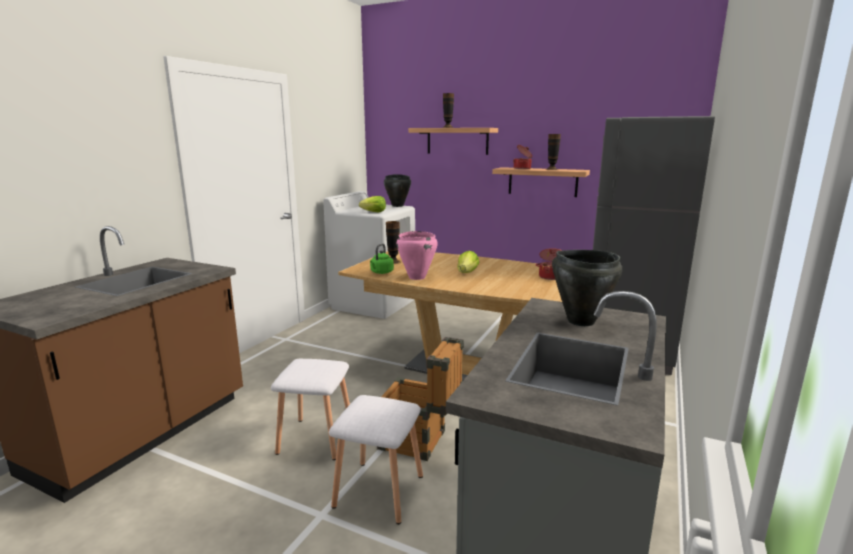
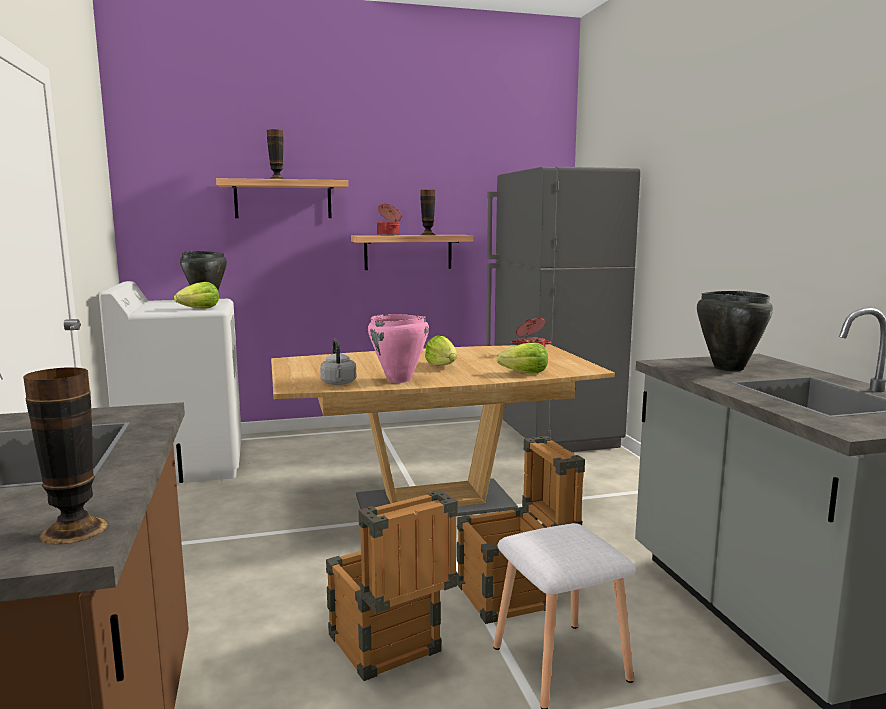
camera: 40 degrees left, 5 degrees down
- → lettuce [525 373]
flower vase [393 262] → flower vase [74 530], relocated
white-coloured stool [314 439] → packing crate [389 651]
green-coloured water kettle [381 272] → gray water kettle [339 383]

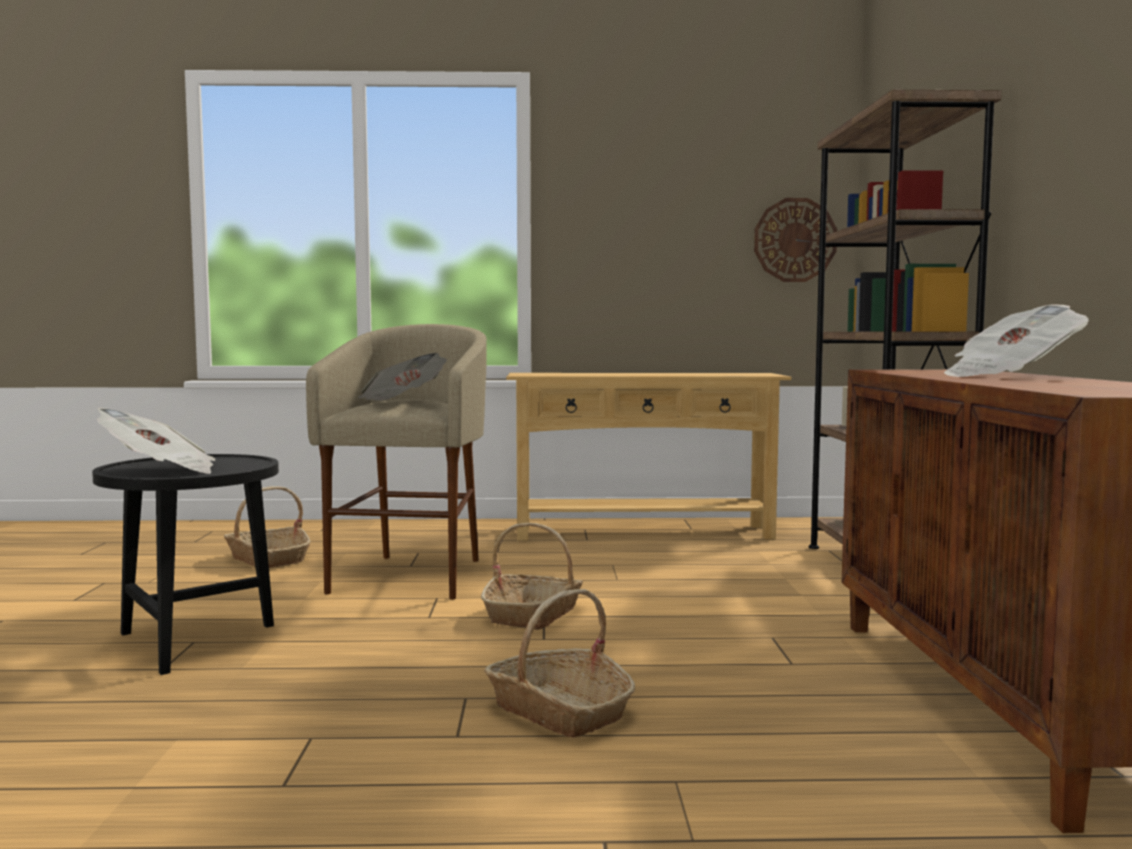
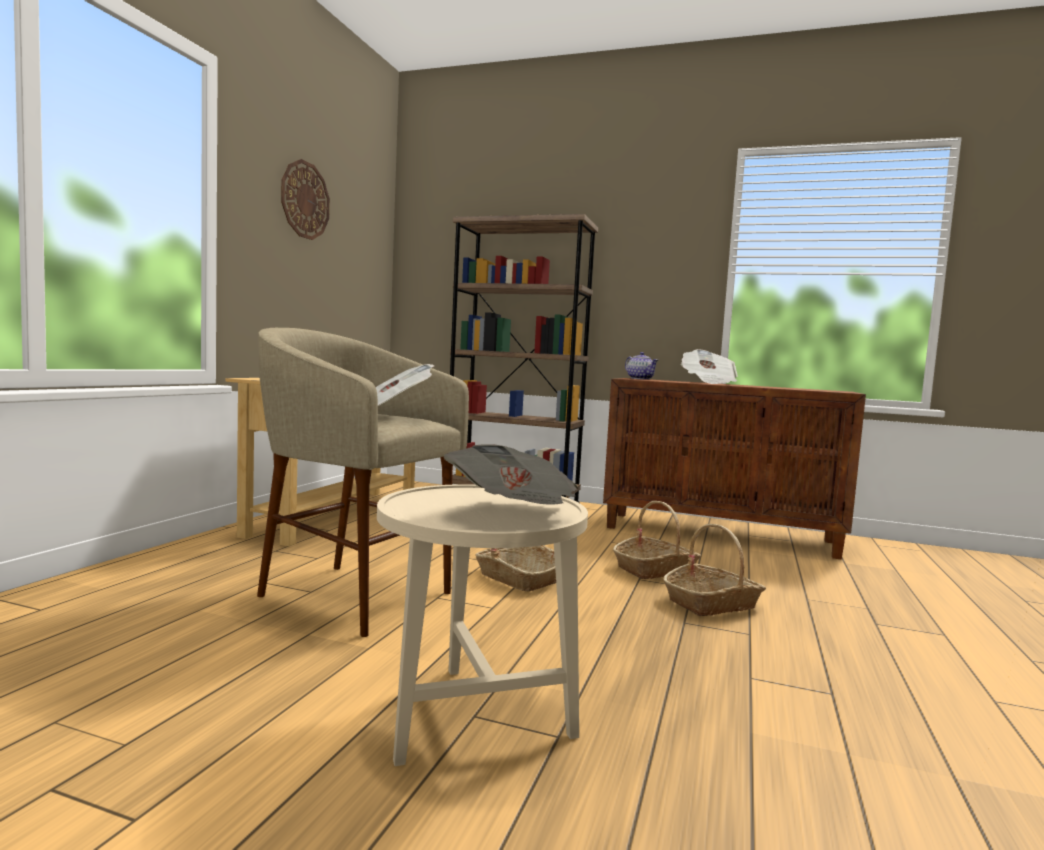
camera: 70 degrees left, 0 degrees up
- → teapot [640 379]
household basket [268 559] → household basket [655 570], relocated
wall clock [795 240] → wall clock [305 200], relocated
black accent table [195 641] → sand-coloured accent table [473 714]

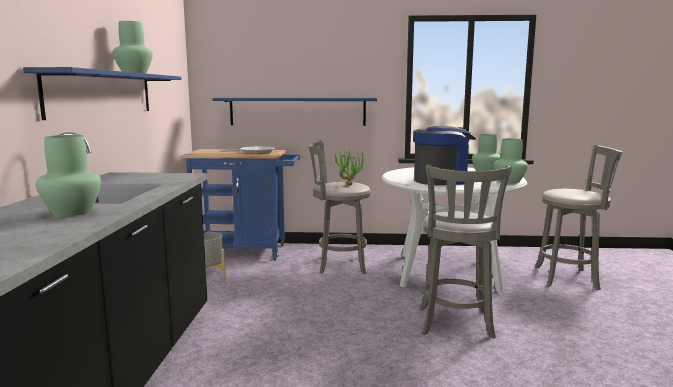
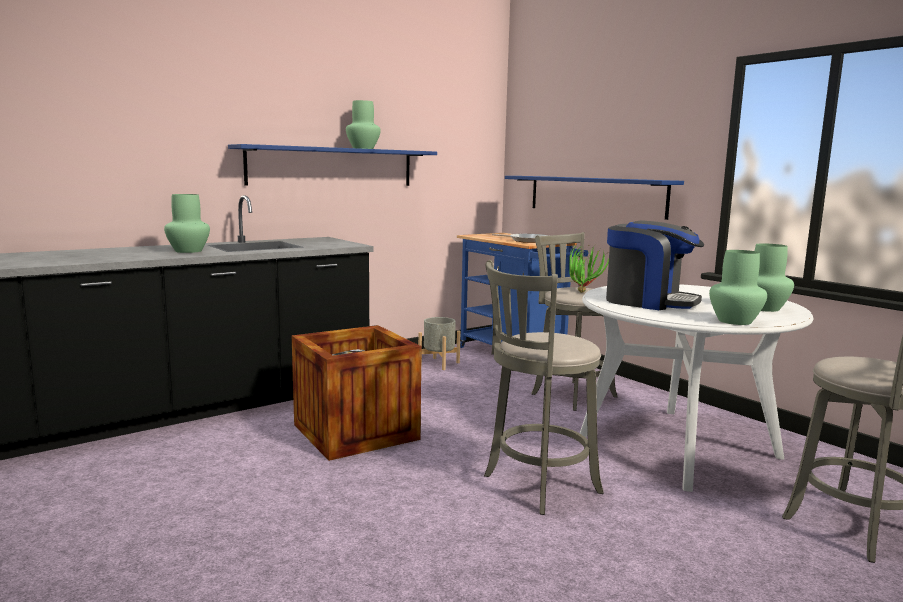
camera: 50 degrees right, 0 degrees up
- → packing crate [355 432]

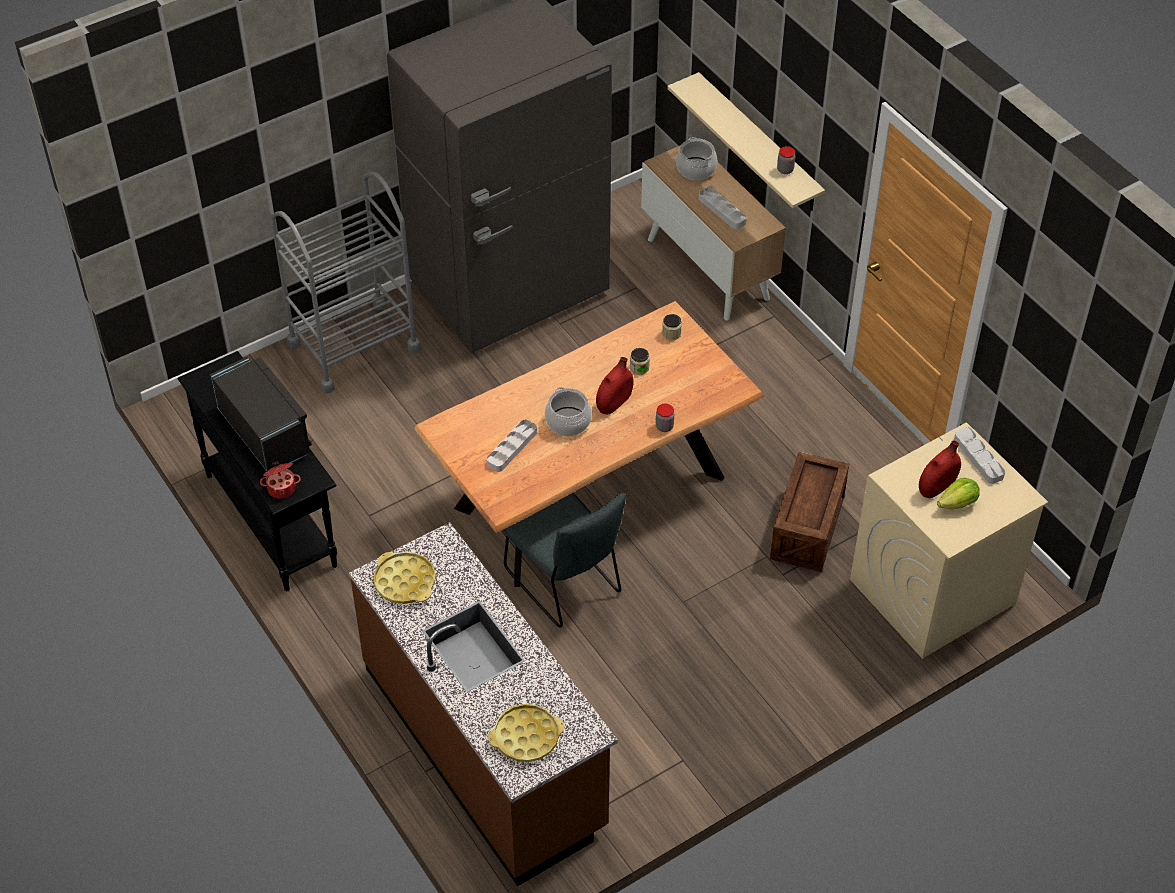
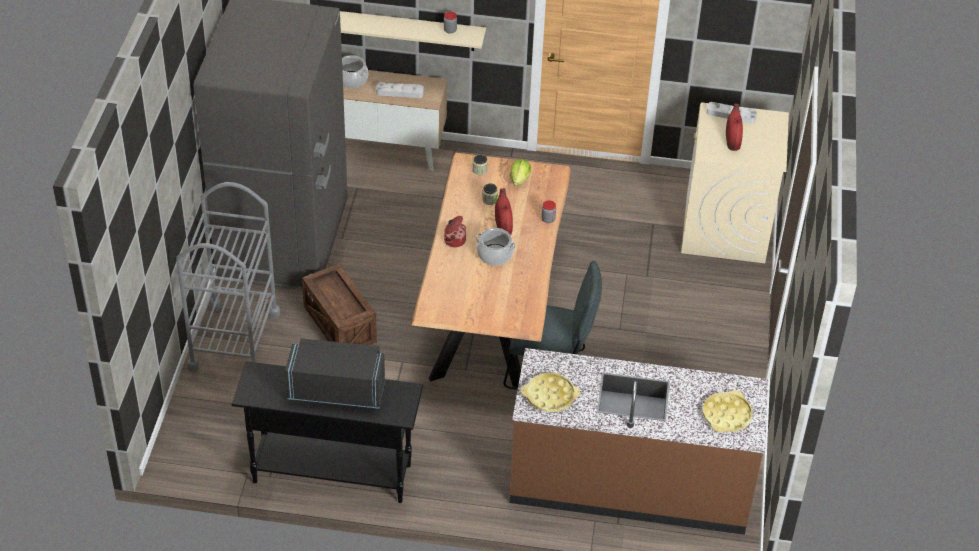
camera: 50 degrees left, 5 degrees down
gray tray [512 448] → -
cooking pot [281 488] → cooking pot [454 240], relocated
packing crate [807 528] → packing crate [340 324], relocated
lettuce [958 504] → lettuce [519 179], relocated

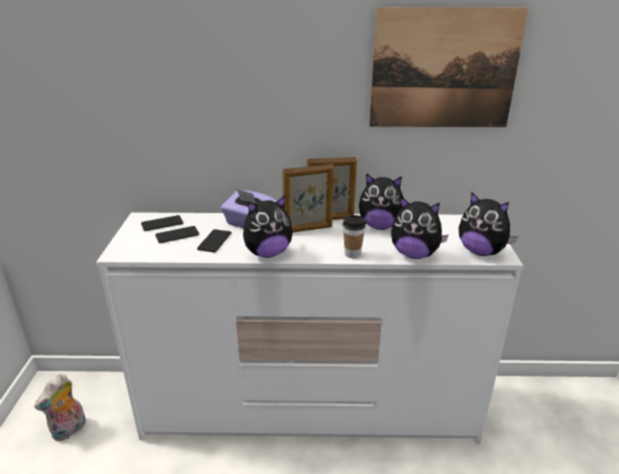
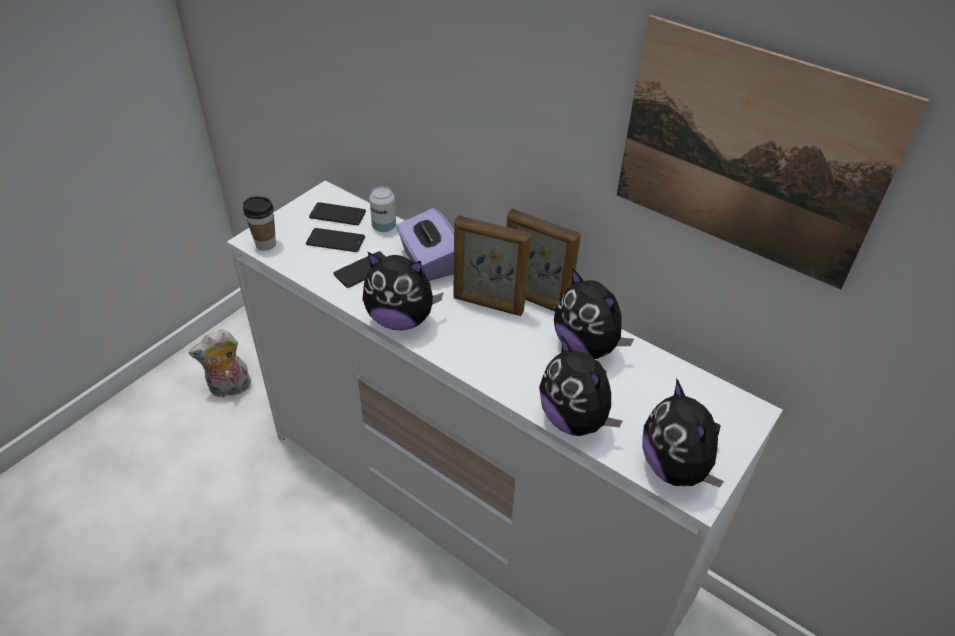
camera: 35 degrees right, 15 degrees up
- → sealed can [384 227]
drinking cup [352 254] → drinking cup [266 244], relocated

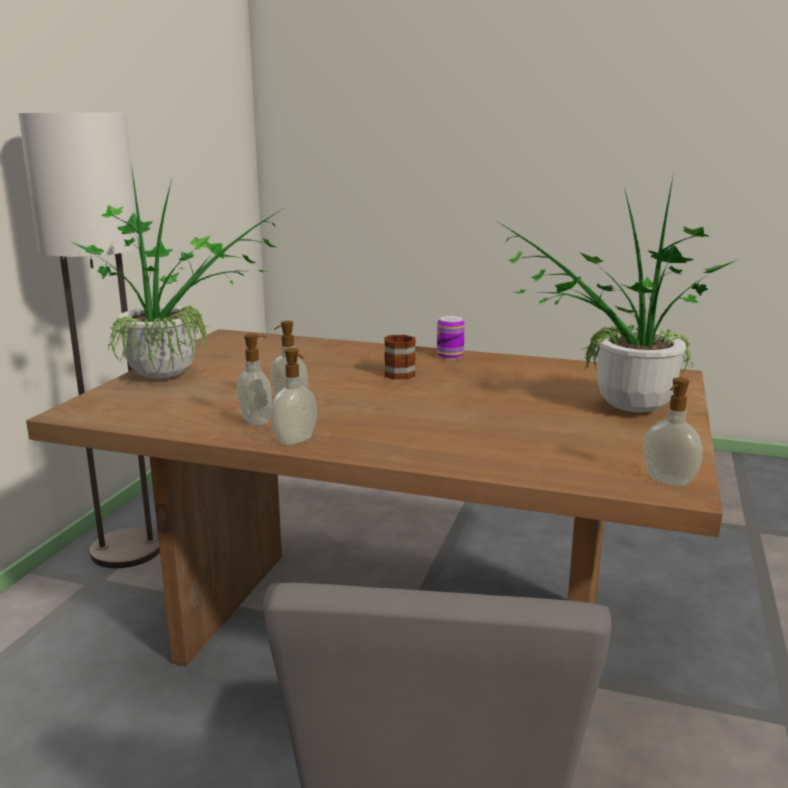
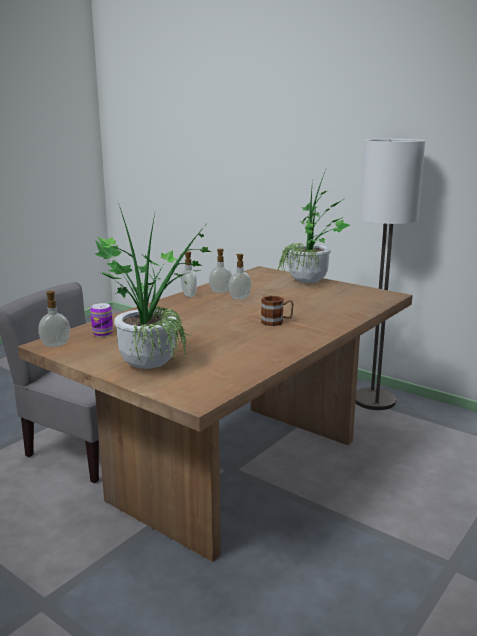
camera: 110 degrees right, 0 degrees up
sealed can [450 356] → sealed can [102 333], relocated

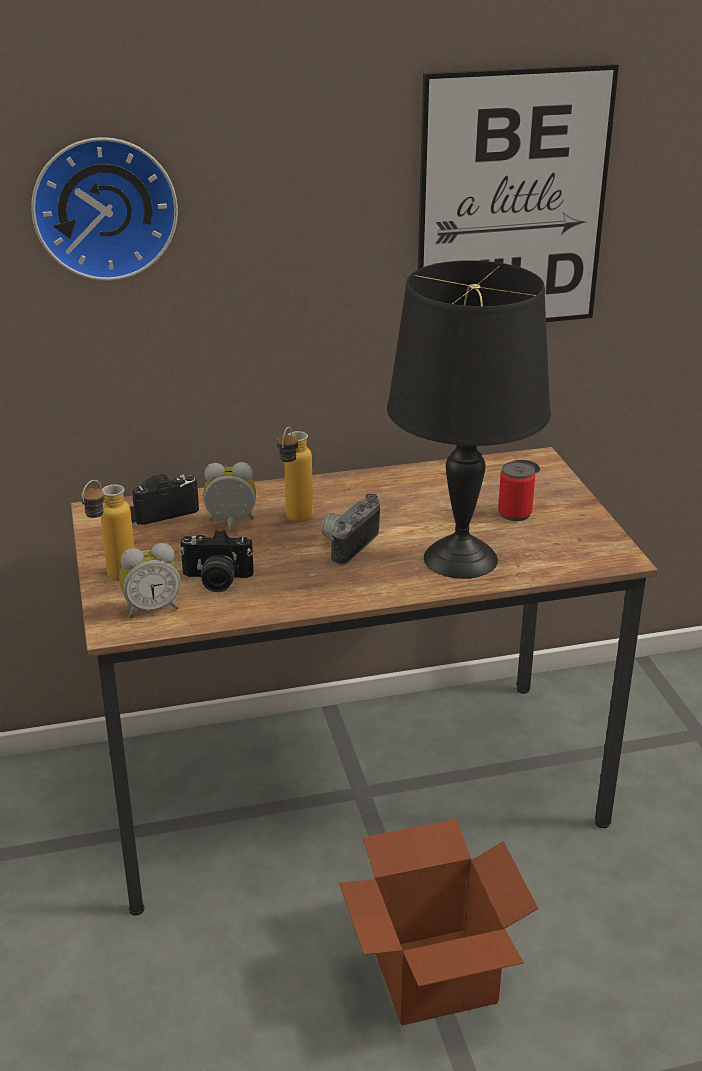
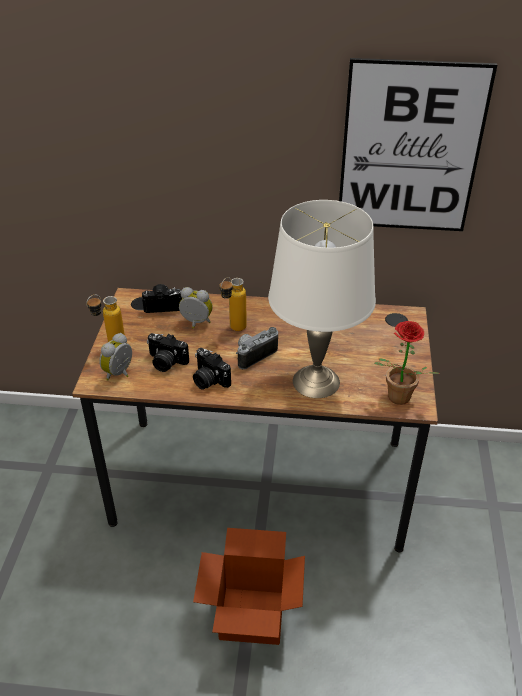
camera: 20 degrees right, 10 degrees up
wall clock [104 207] → -
sealed can [514 513] → -
- → still camera [208 380]
- → potted plant [396 399]
black table lamp [461 559] → white-coloured table lamp [316 382]
table clock [152 608] → table clock [120 374], 120 degrees clockwise

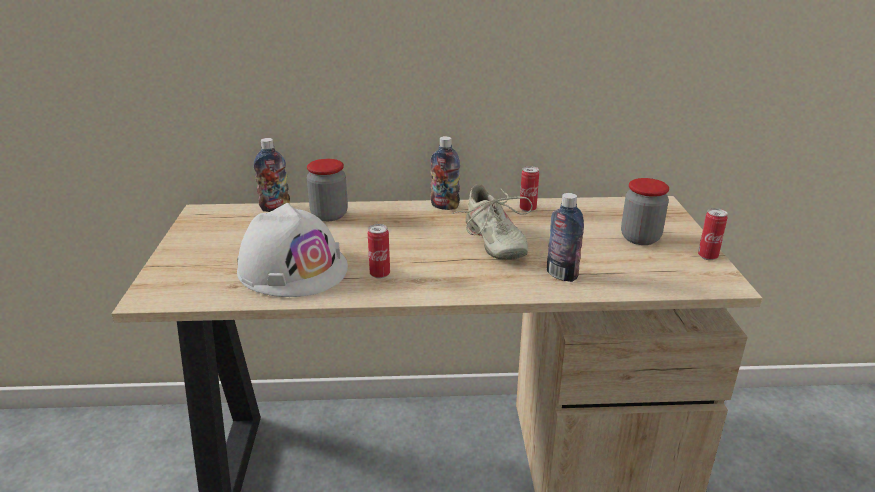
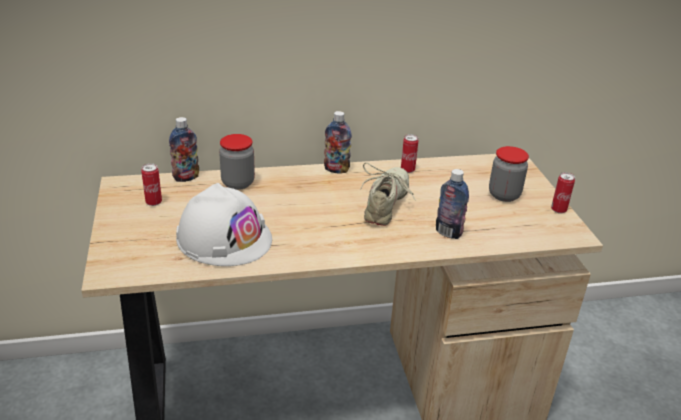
camera: 10 degrees left, 5 degrees up
sealed can [380 274] → sealed can [153 202], relocated
sand-coloured shoe [493 241] → sand-coloured shoe [386 204], 135 degrees counterclockwise

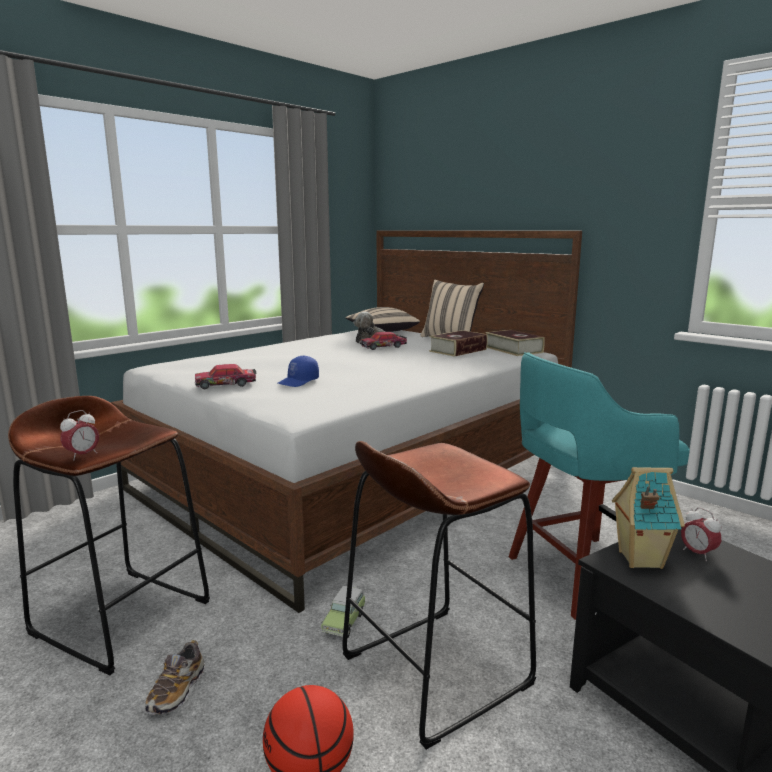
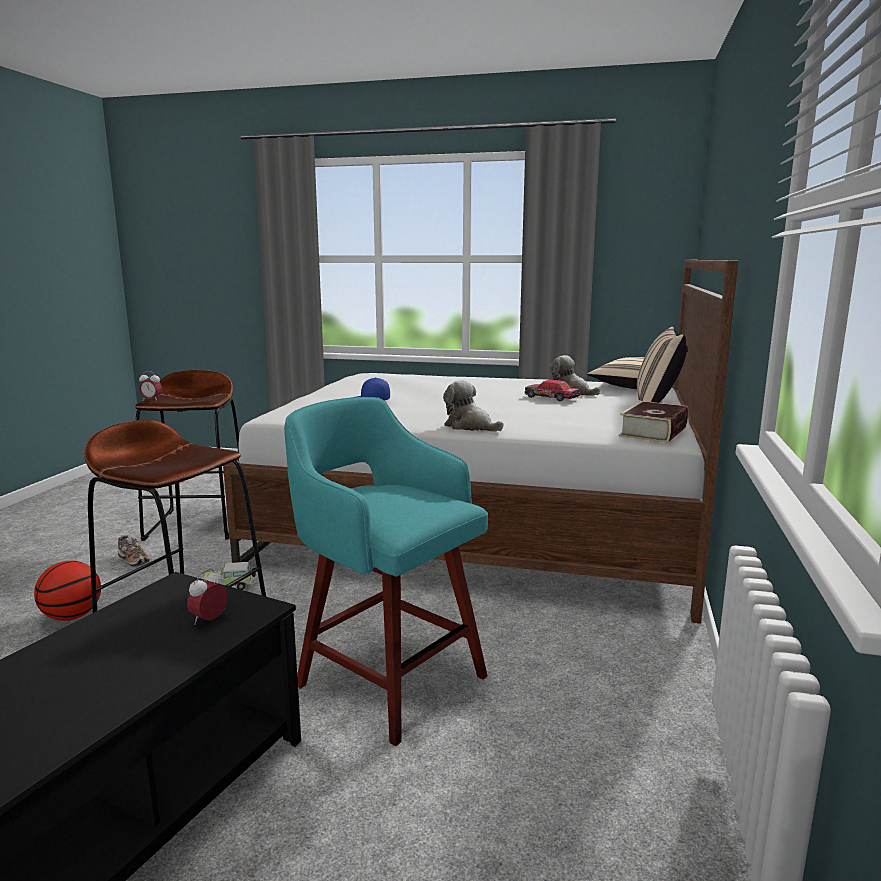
camera: 60 degrees right, 0 degrees up
toy car [226 384] → -
bound book [458 350] → -
model house [639 559] → -
- → plush toy [470 426]
shoe [177 691] → shoe [133 561], 120 degrees counterclockwise

